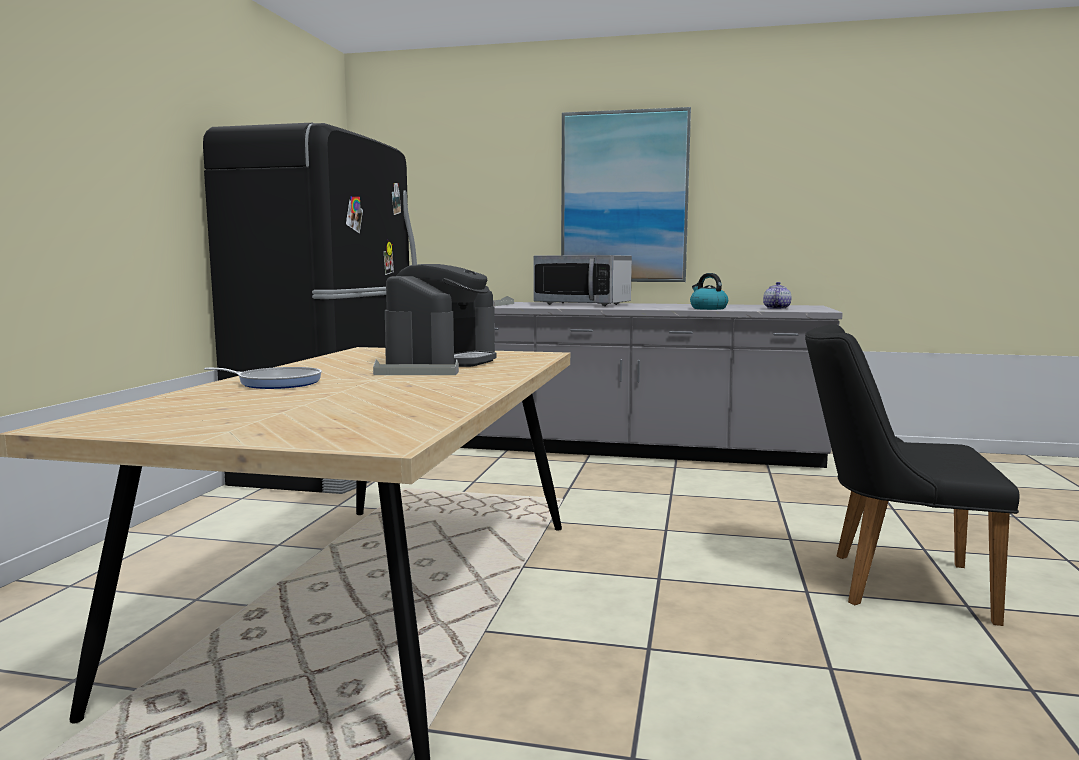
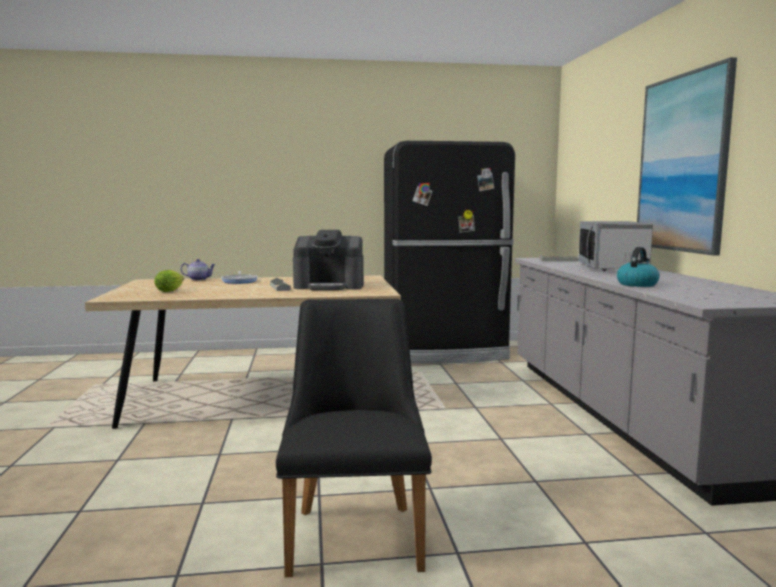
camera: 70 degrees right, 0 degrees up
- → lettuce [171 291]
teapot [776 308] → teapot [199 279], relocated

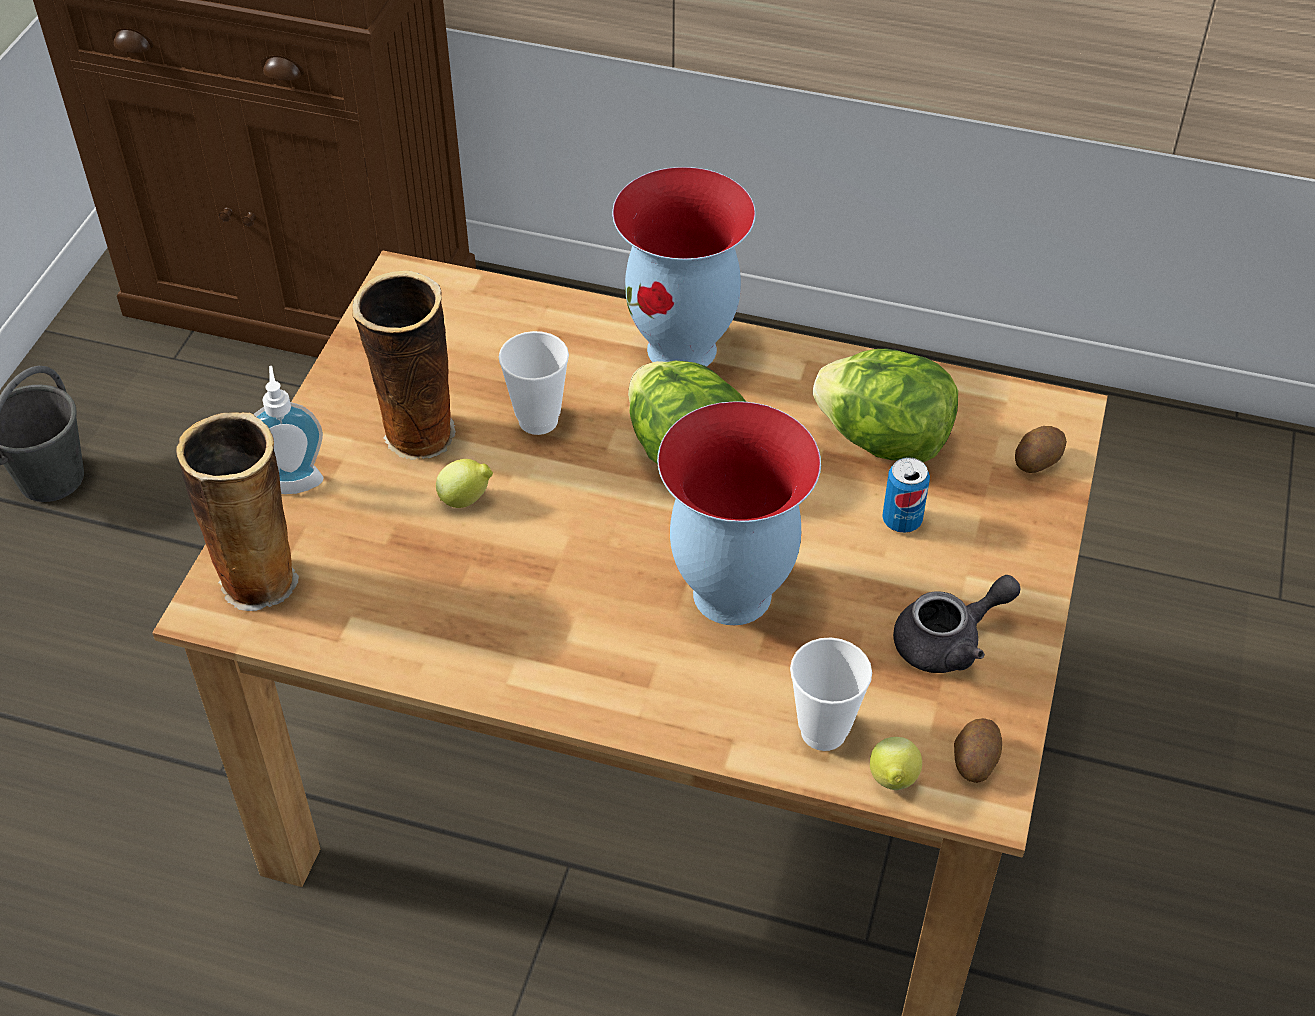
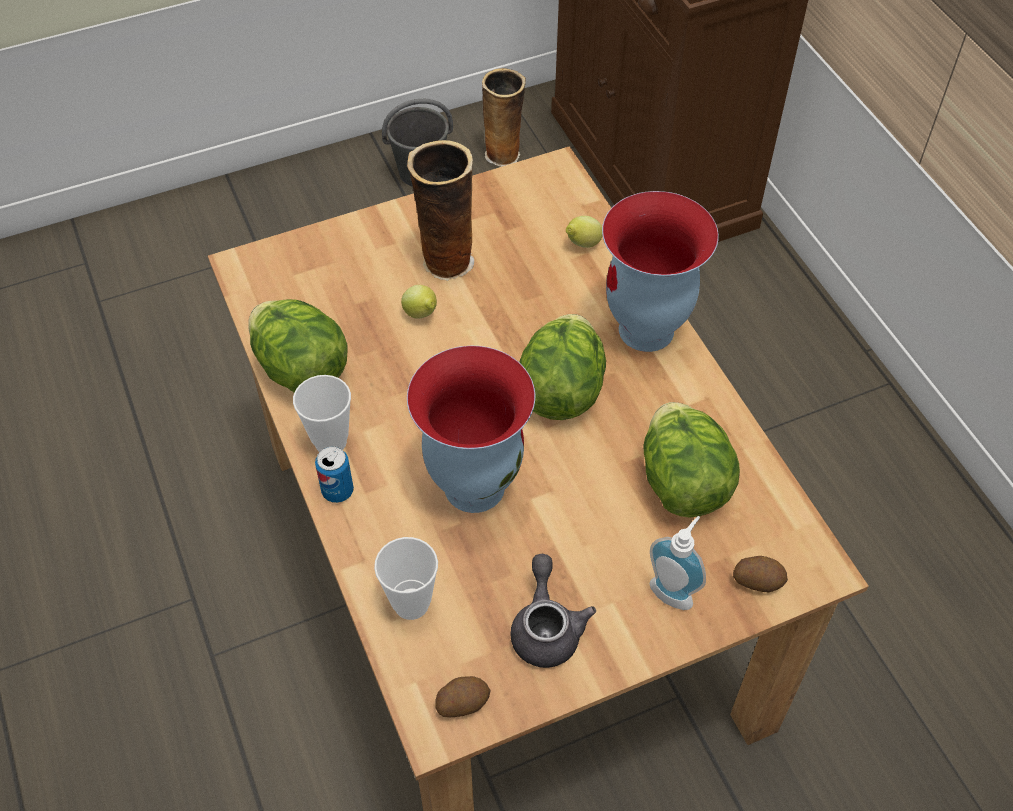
camera: 50 degrees right, 5 degrees up
- → lettuce [301 370]
flower vase [260 578] → flower vase [504 154], relocated
soap bottle [294 478] → soap bottle [674 590], relocated
drinking cup [538 420] → drinking cup [330 441], relocated
whole lemon [892 781] → whole lemon [582 244], relocated
sealed can [902 520] → sealed can [337 491], relocated
gray teapot [949 642] → gray teapot [546 627], 120 degrees counterclockwise

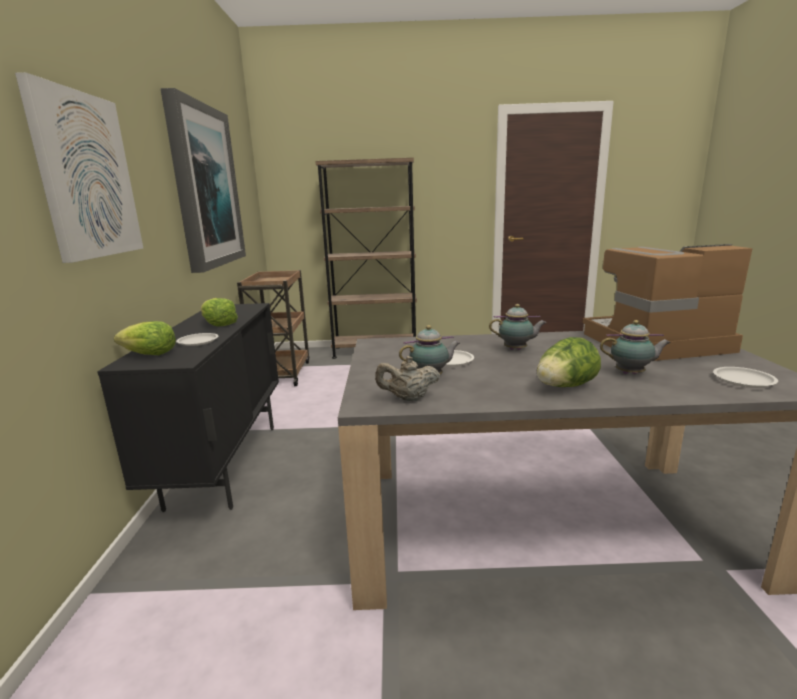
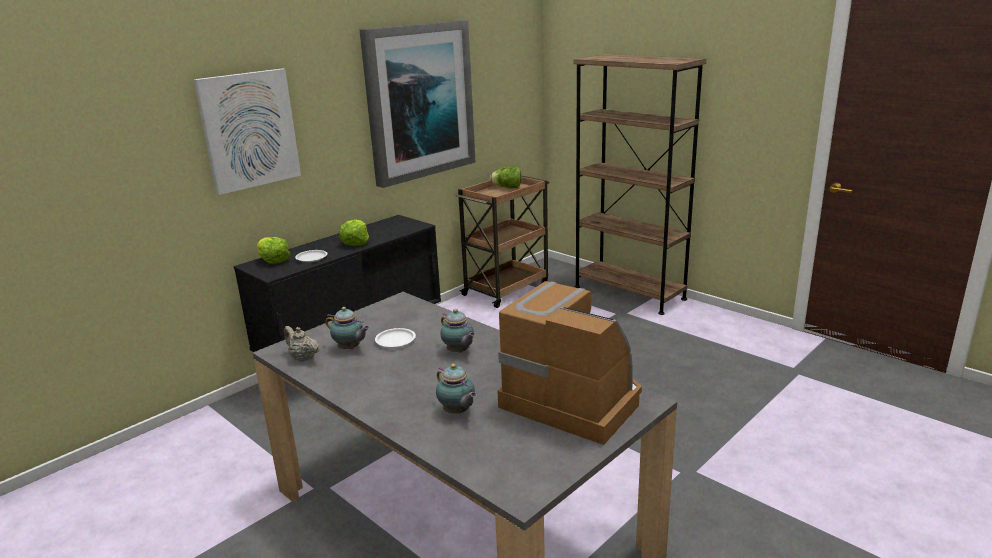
camera: 45 degrees right, 5 degrees up
white-coloured plate [743 380] → -
lettuce [564 387] → lettuce [507 188], relocated

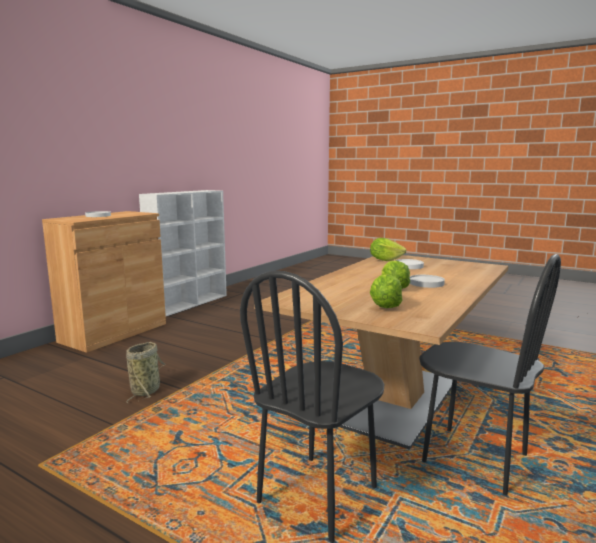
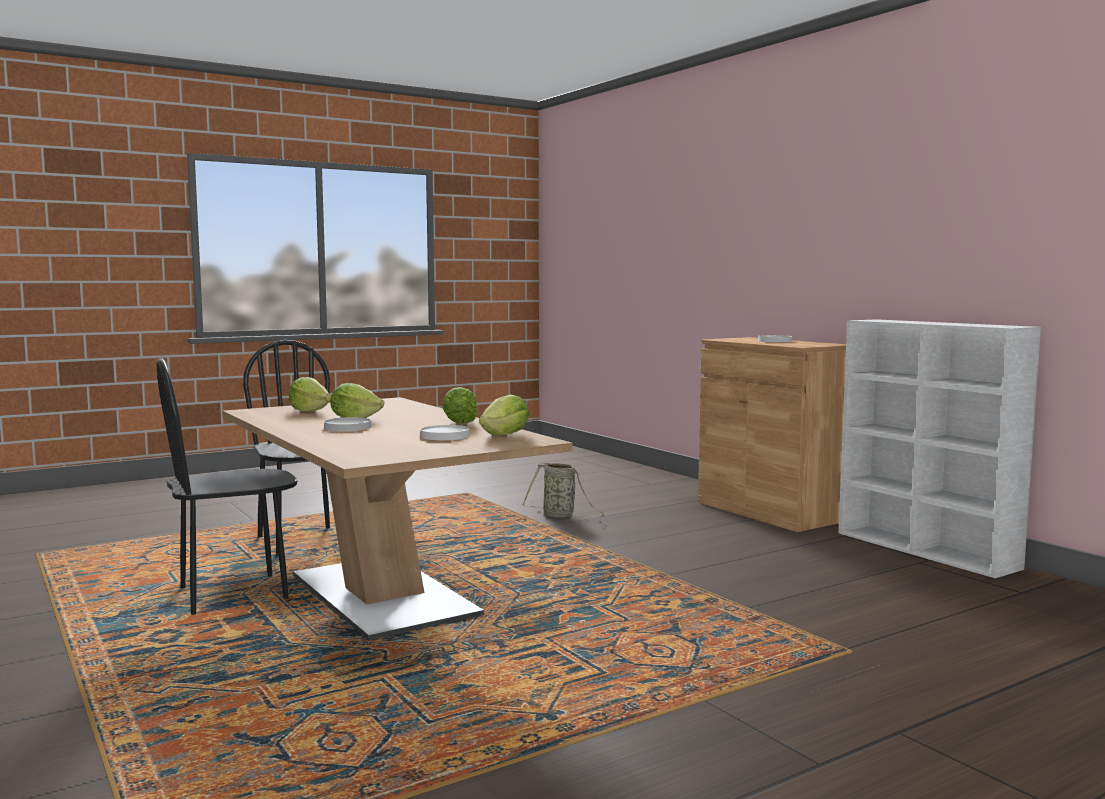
camera: 115 degrees right, 5 degrees down
- → lettuce [459 423]

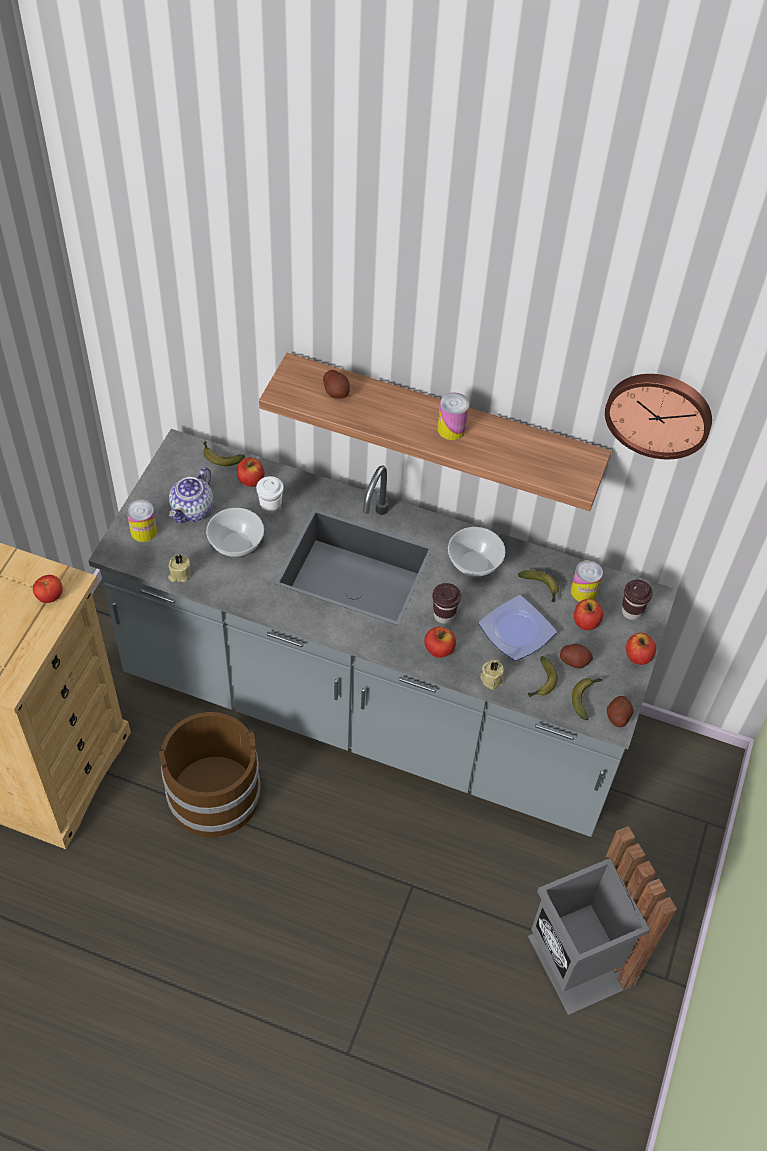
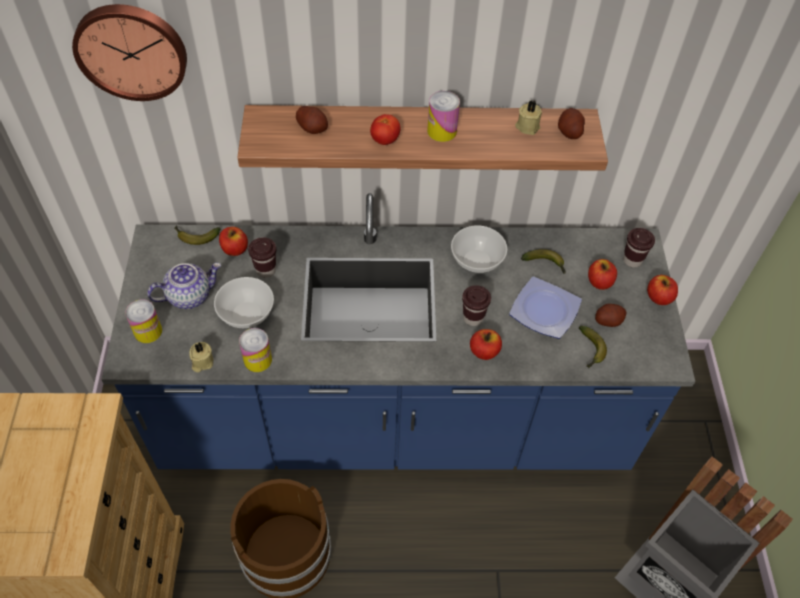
camera: 20 degrees left, 0 degrees up
banana fruit [586 698] → -
fresh tomato [50 596] → fresh tomato [385 140], relocated
sand-coloured wax light [492 678] → sand-coloured wax light [527 126], relocated
sealed can [583 591] → sealed can [258 360], relocated
wall clock [659 412] → wall clock [131 50], relocated
spud [618 716] → spud [569 132], relocated
gray kitchen base unit [375 706] → blue kitchen base unit [395 419]
white-coloured drinking cup [271 509] → brown-coloured drinking cup [266 270]
teapot [192 510] → teapot [189 295], 120 degrees counterclockwise

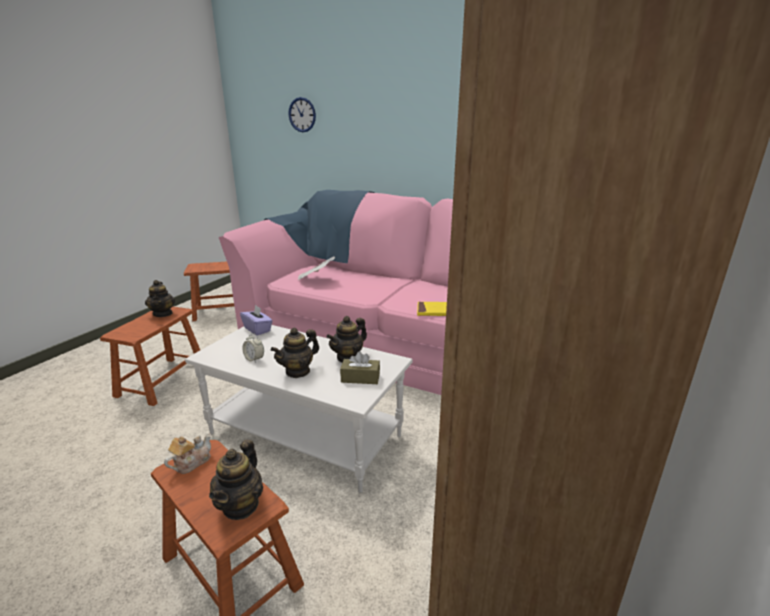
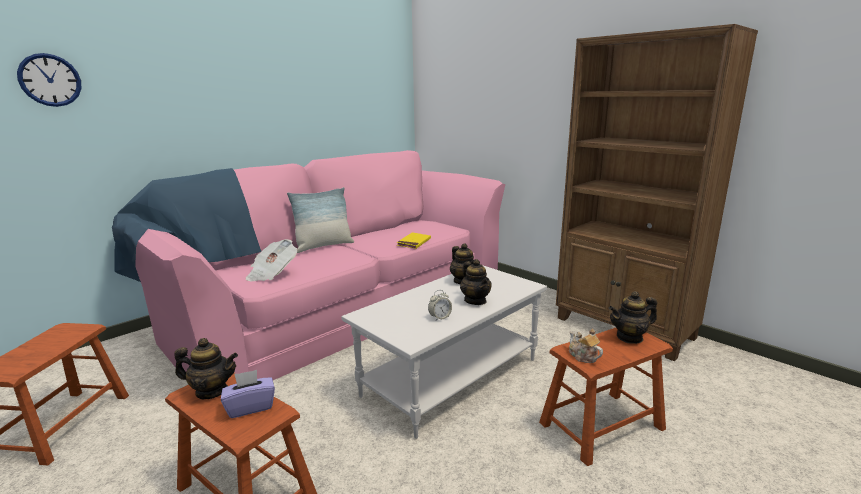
camera: 70 degrees left, 5 degrees down
brown-coloured tissue box [360 378] → -
- → throw pillow [323 246]
purple-coloured tissue box [258 329] → purple-coloured tissue box [250 407], relocated
teapot [241 505] → teapot [629 337], 135 degrees clockwise

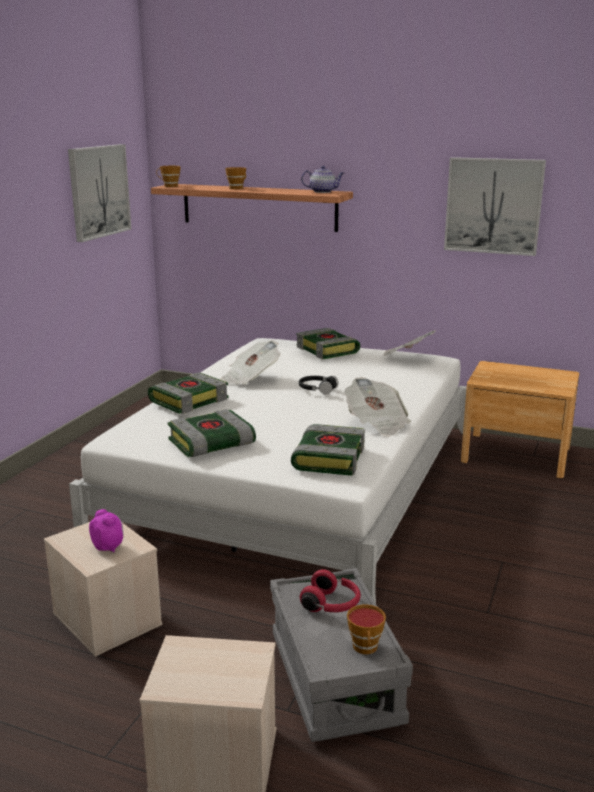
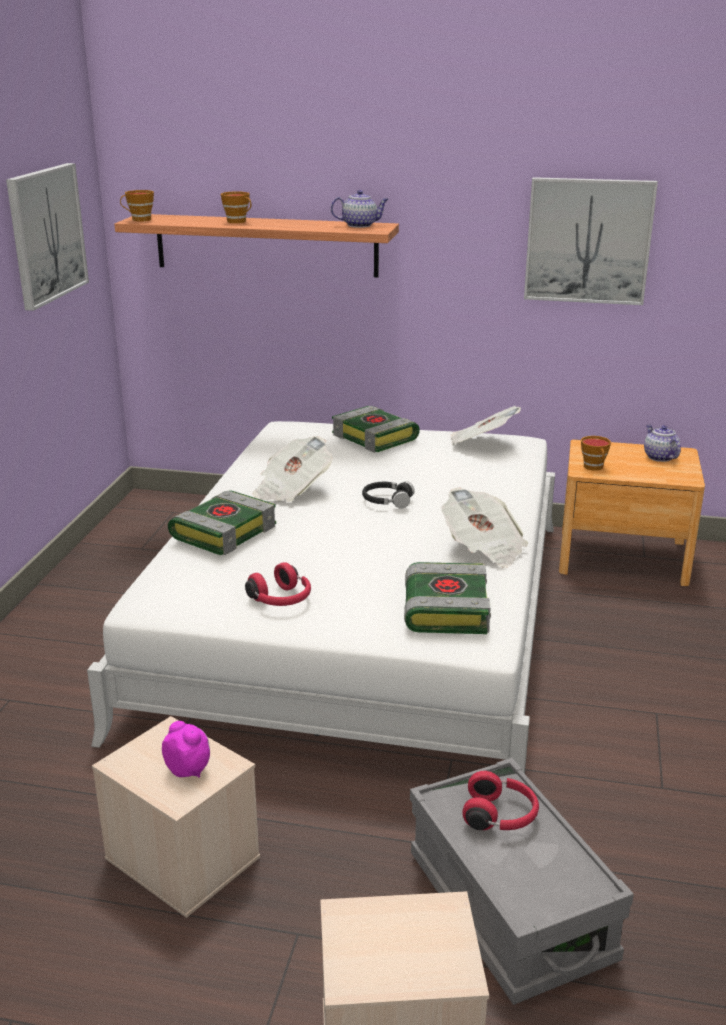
camera: 10 degrees left, 5 degrees up
- → teapot [659 457]
drinking cup [366 648] → drinking cup [594 467], relocated
bound book [211 444] → red-coloured headphones [281 600]

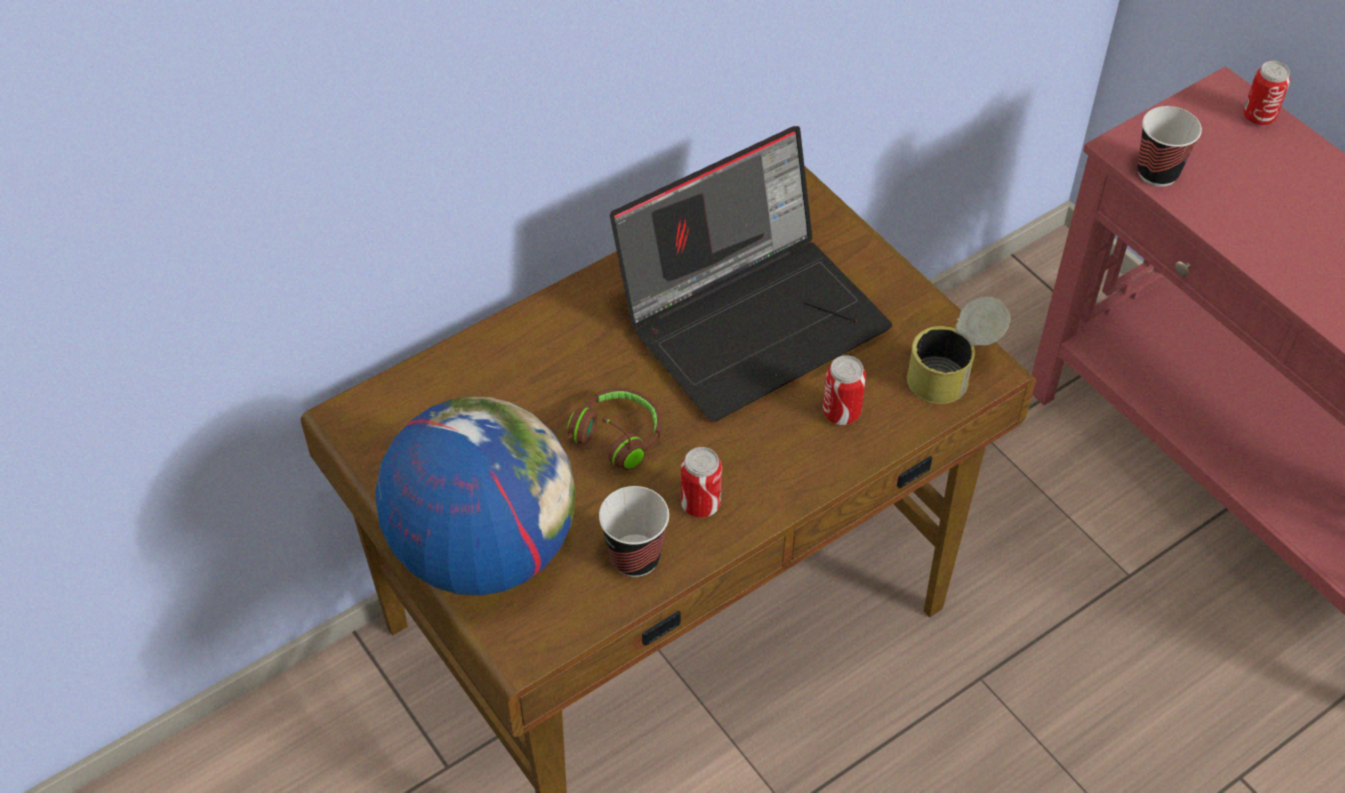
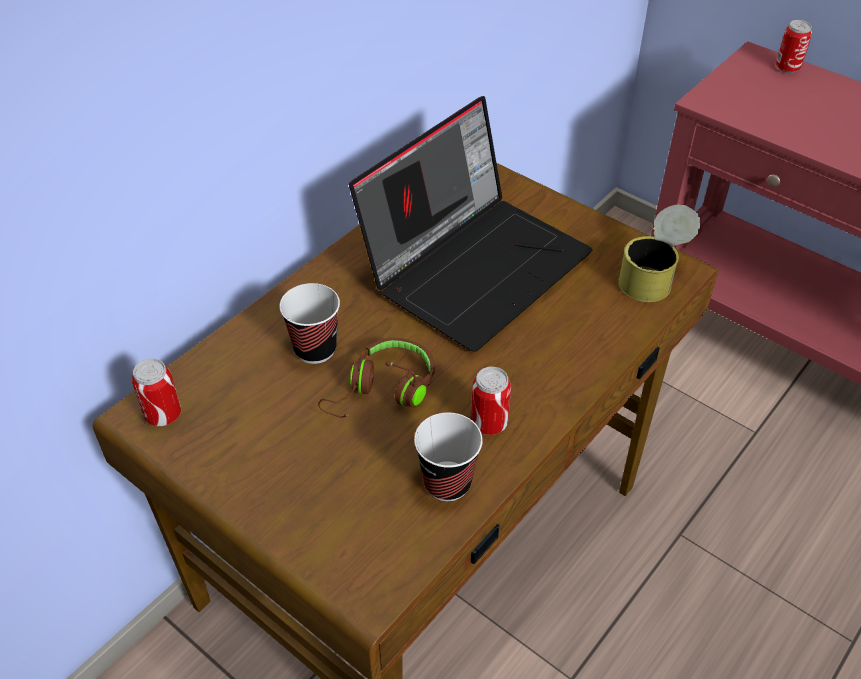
camera: 15 degrees left, 5 degrees down
globe [484 549] → -
sealed can [841 413] → sealed can [163 415], relocated
drinking cup [1157 173] → drinking cup [315 349], relocated

